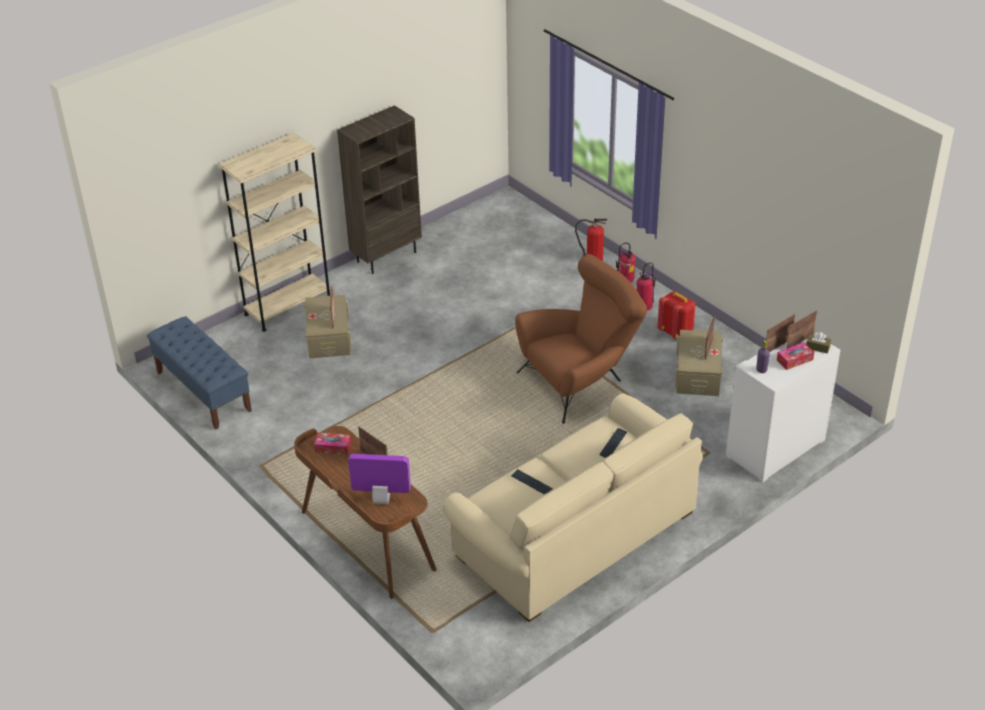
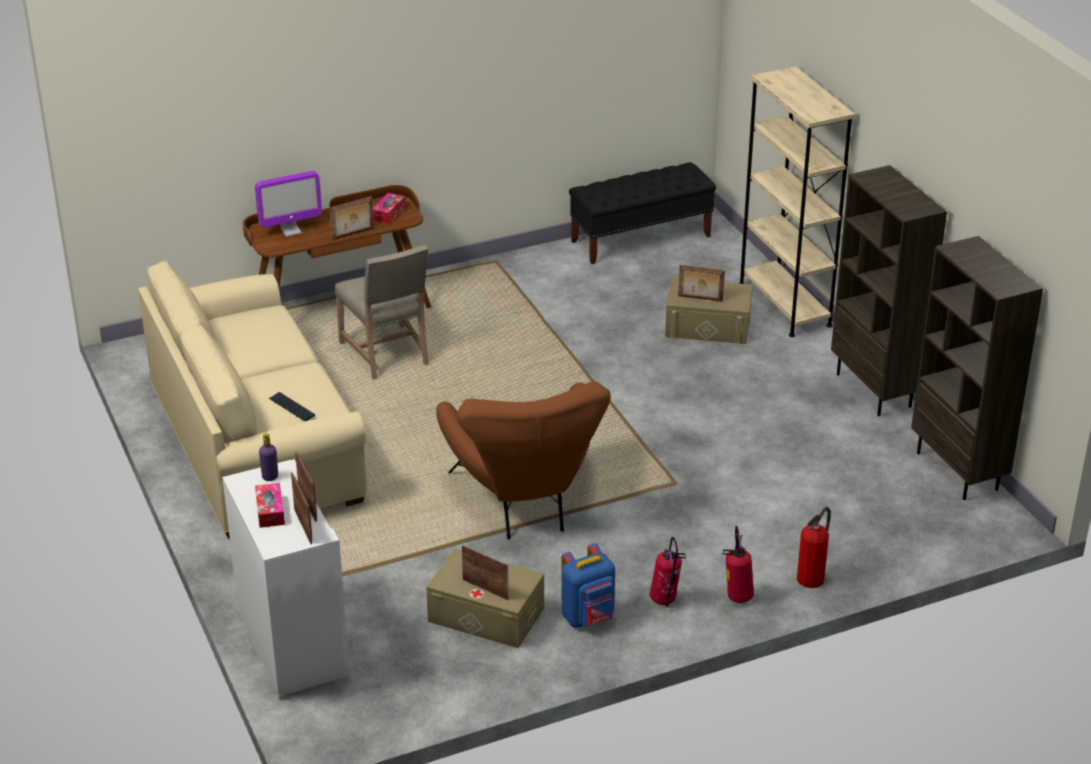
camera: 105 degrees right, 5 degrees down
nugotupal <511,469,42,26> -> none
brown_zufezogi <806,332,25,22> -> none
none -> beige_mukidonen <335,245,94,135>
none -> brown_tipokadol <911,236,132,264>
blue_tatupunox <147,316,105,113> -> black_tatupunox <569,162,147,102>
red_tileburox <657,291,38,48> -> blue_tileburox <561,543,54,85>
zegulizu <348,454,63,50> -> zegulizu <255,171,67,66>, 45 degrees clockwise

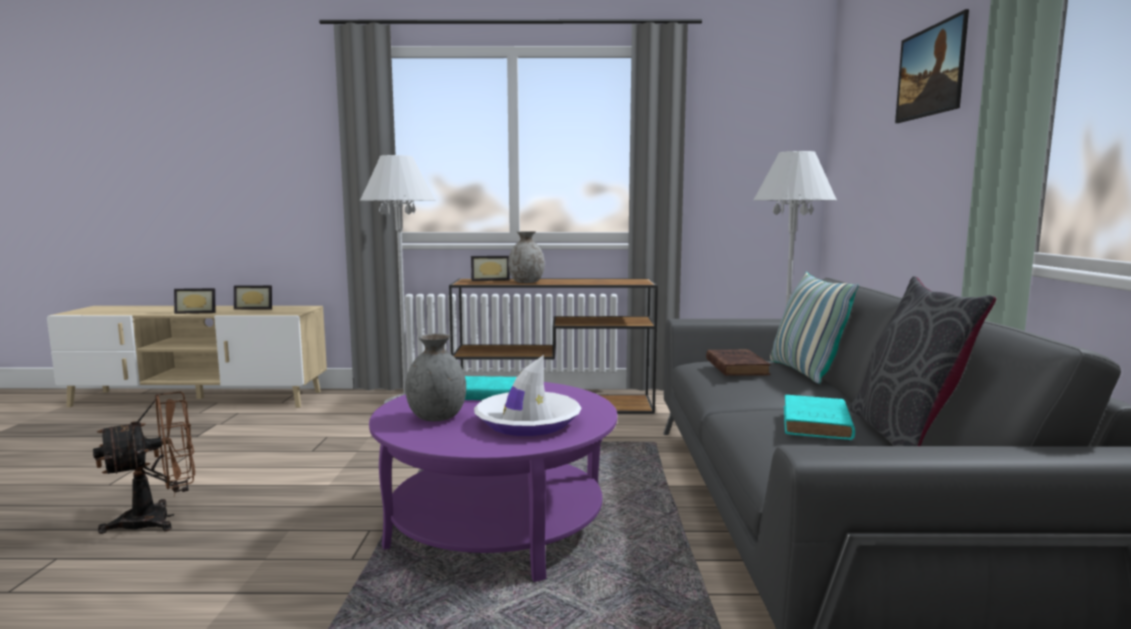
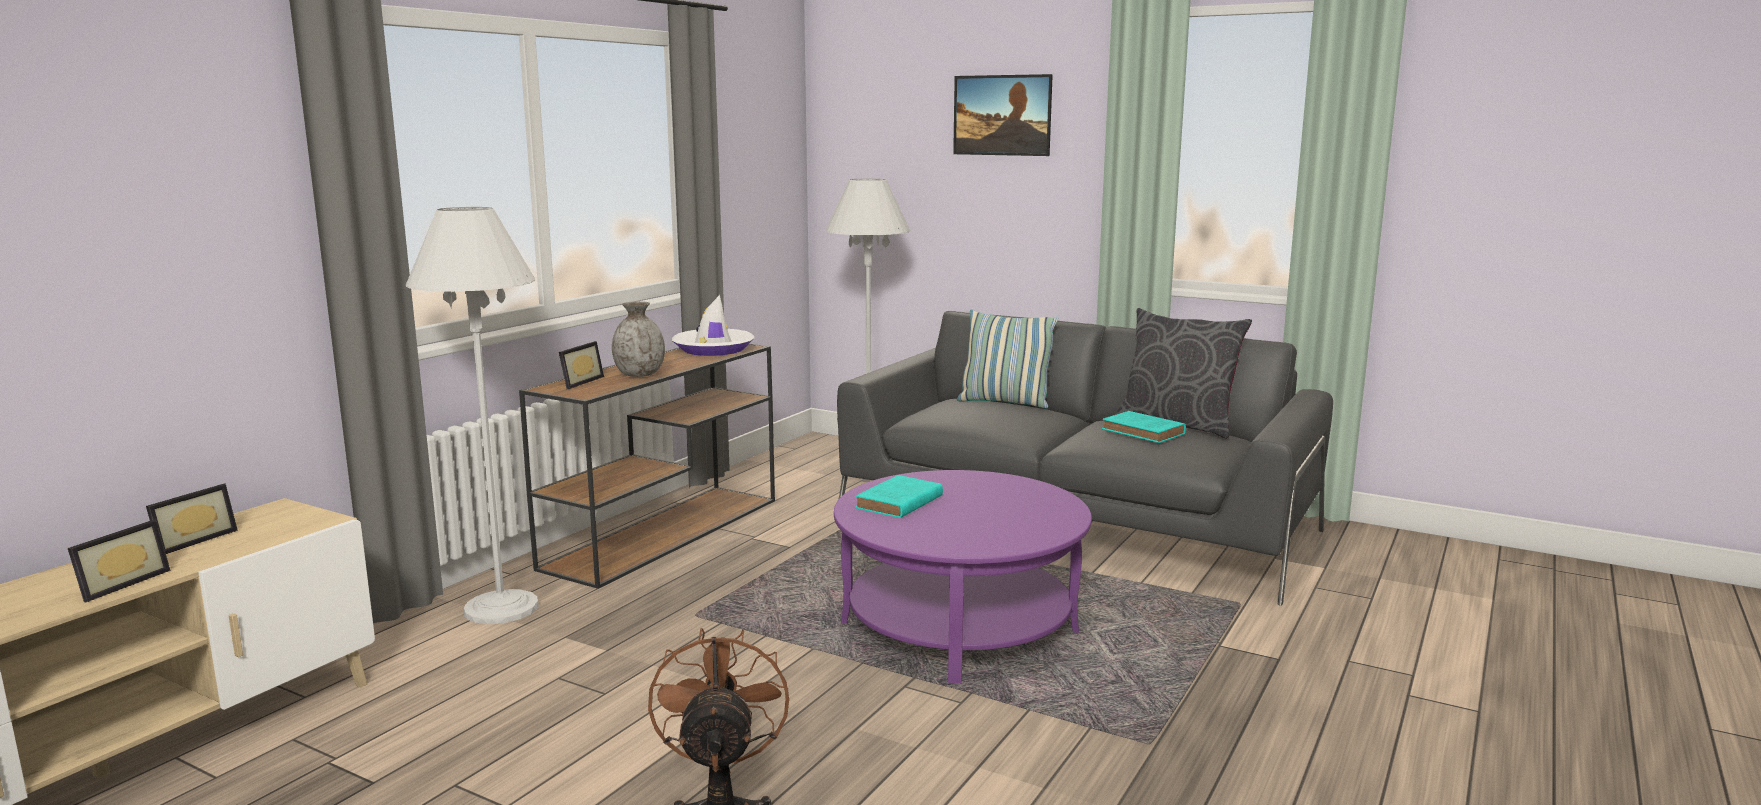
camera: 60 degrees left, 5 degrees up
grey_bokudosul <405,334,61,87> -> none
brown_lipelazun <706,349,65,27> -> none
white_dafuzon <474,355,108,81> -> white_dafuzon <672,295,82,61>, moved

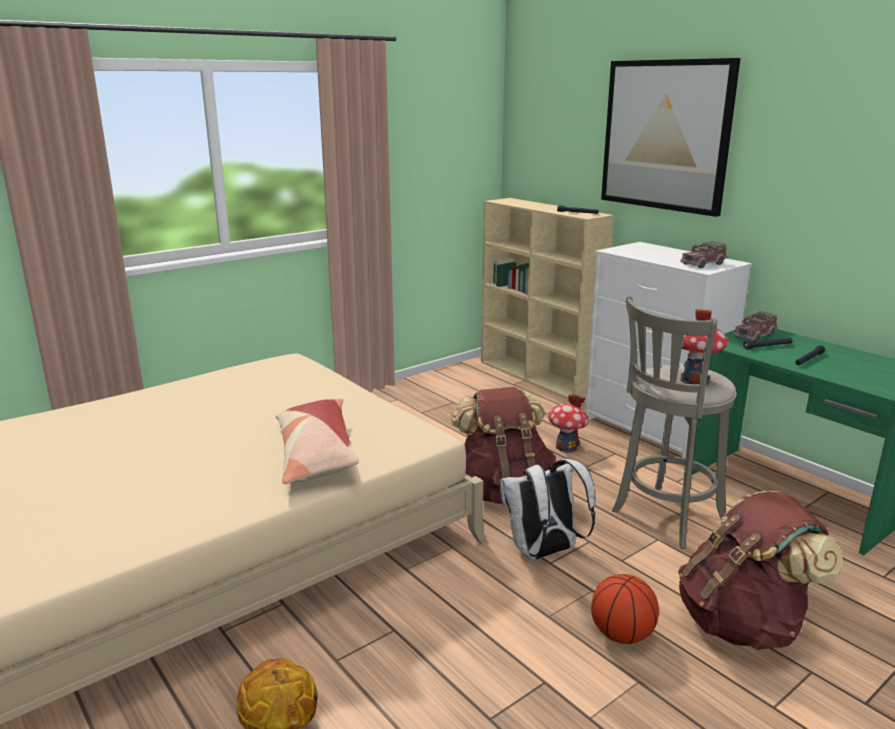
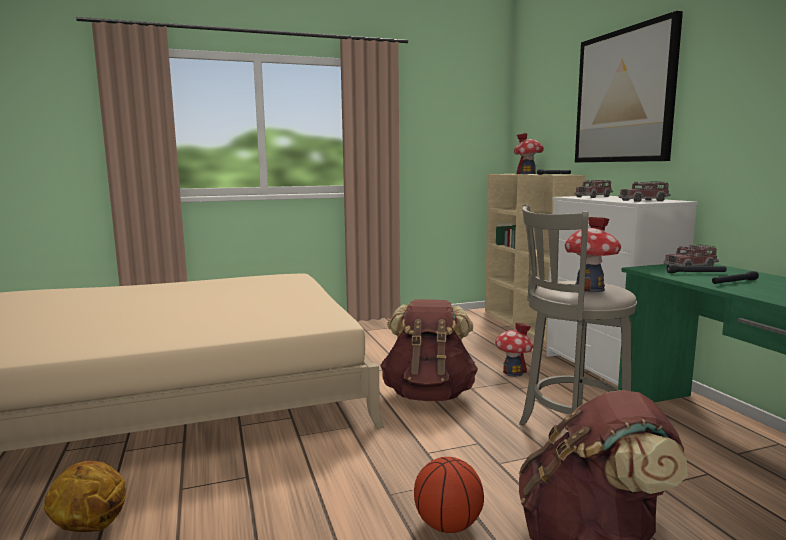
camera: 20 degrees right, 10 degrees down
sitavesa <276,399,83,85> -> none
white_tileburox <500,459,95,101> -> none
none -> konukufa <514,133,30,41>
none -> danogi <574,180,39,18>

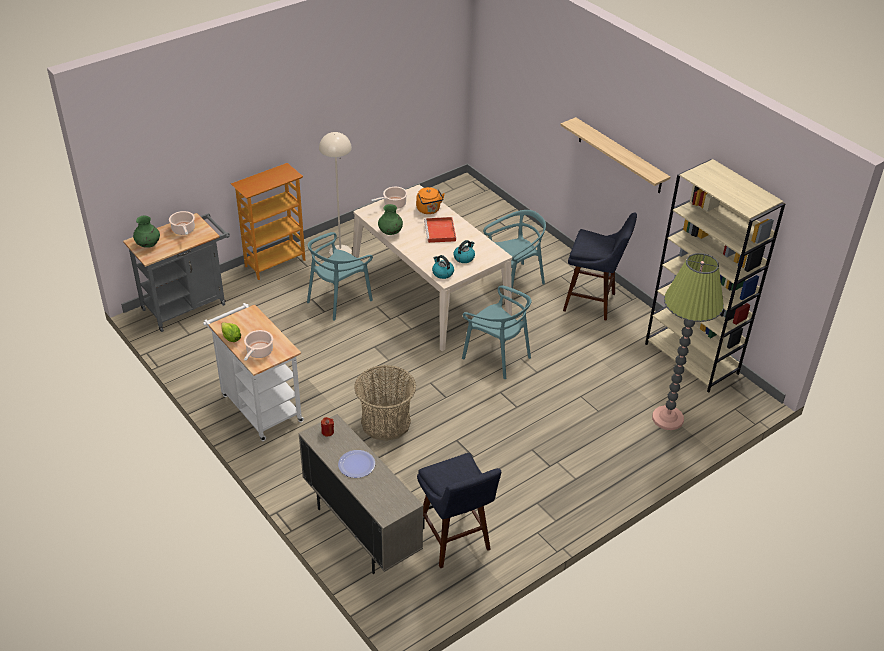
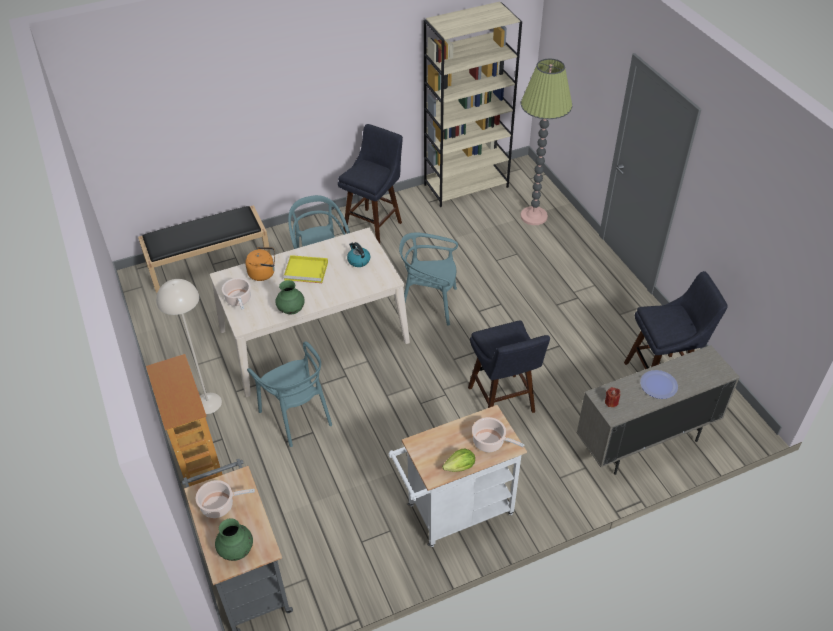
camera: 75 degrees left, 5 degrees up
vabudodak <432,255,22,24> -> none
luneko <560,117,110,77> -> none
none -> black_tatupunox <138,205,133,88>
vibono <354,365,62,76> -> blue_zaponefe <468,320,82,93>
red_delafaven <424,217,32,26> -> yellow_delafaven <283,255,45,28>
turquoise_mukidonen <462,285,69,94> -> turquoise_mukidonen <399,233,59,93>, 135 degrees counterclockwise

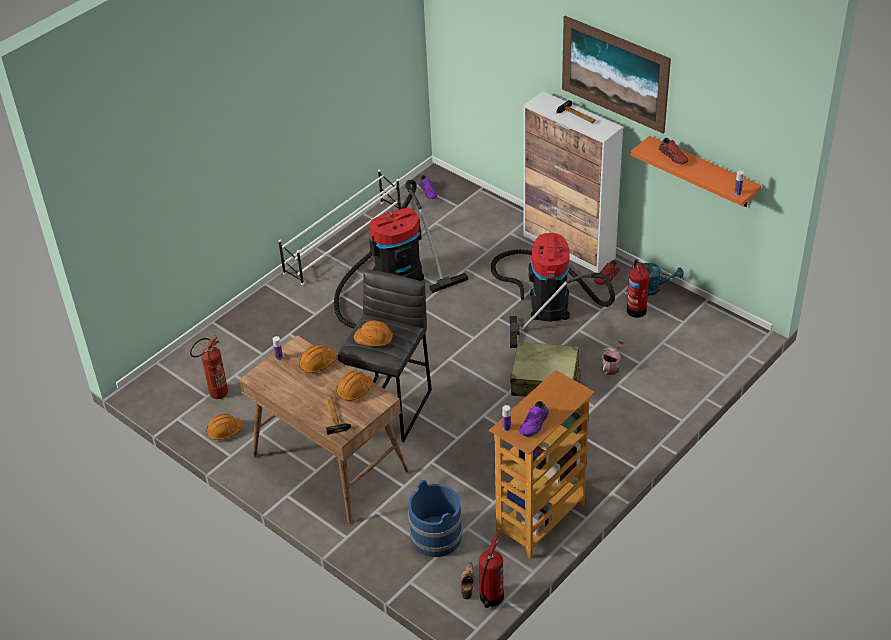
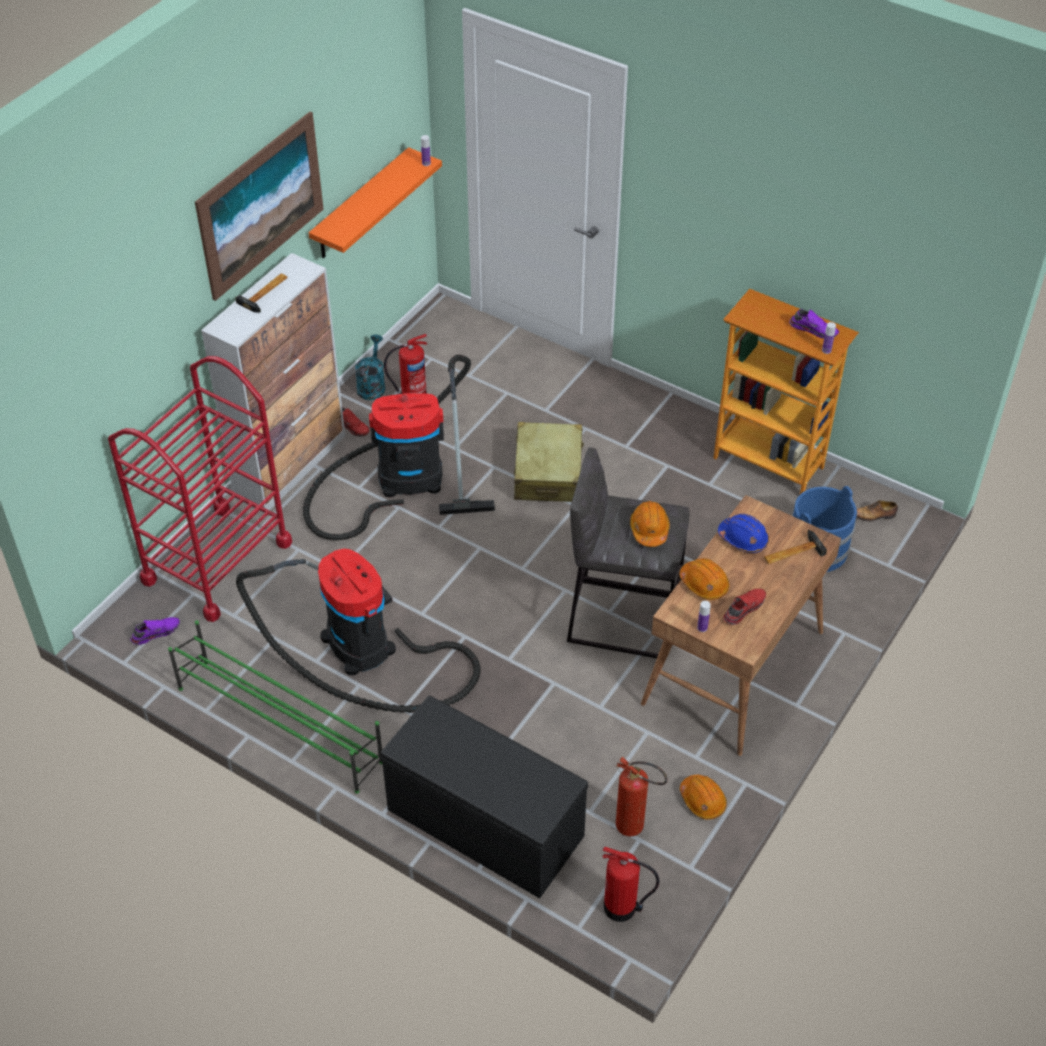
camera: 100 degrees left, 5 degrees up
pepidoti <601,339,24,36> -> none
none -> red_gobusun <108,356,184,266>
none -> black_tatupunox <381,695,207,204>
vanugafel <479,536,25,72> -> vanugafel <603,847,57,75>, moved
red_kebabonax <659,138,29,26> -> red_kebabonax <723,589,43,36>, moved
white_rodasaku <278,169,123,116> -> green_rodasaku <168,620,215,174>
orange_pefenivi <336,370,38,31> -> blue_pefenivi <718,514,51,39>

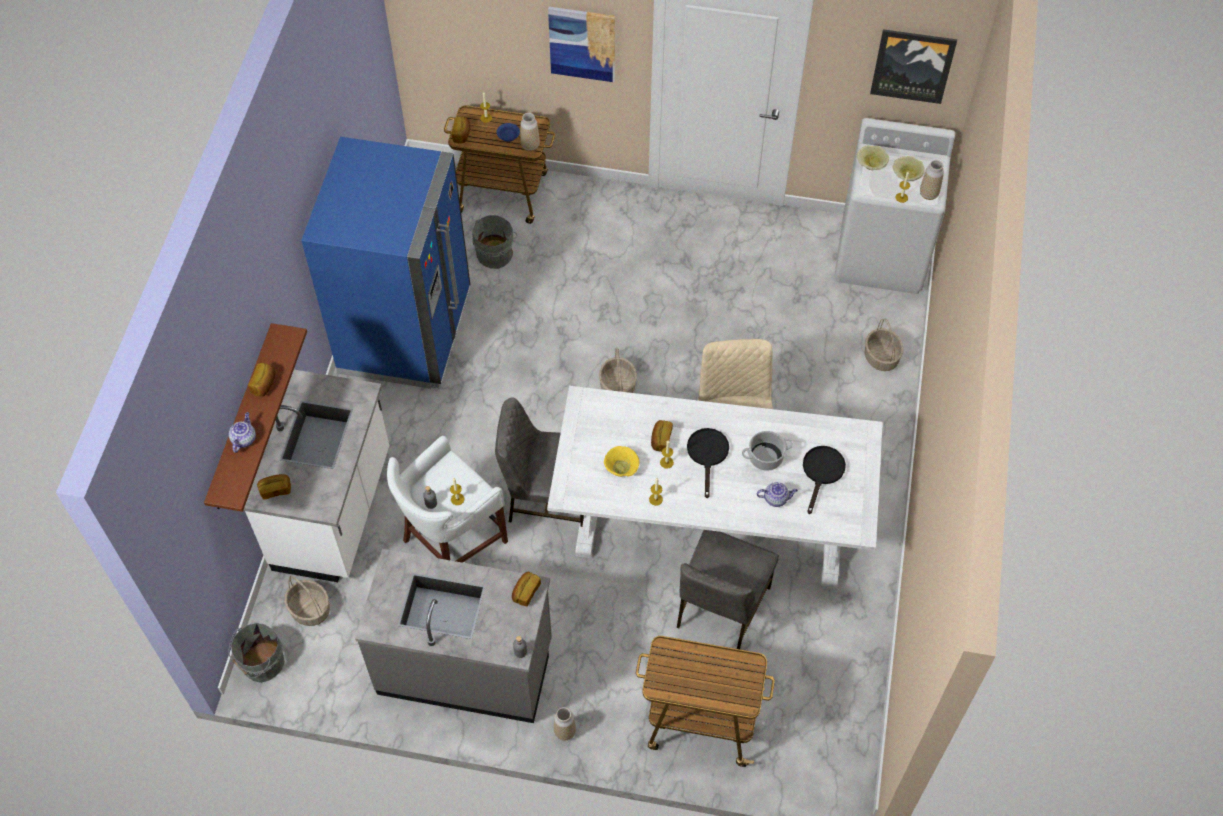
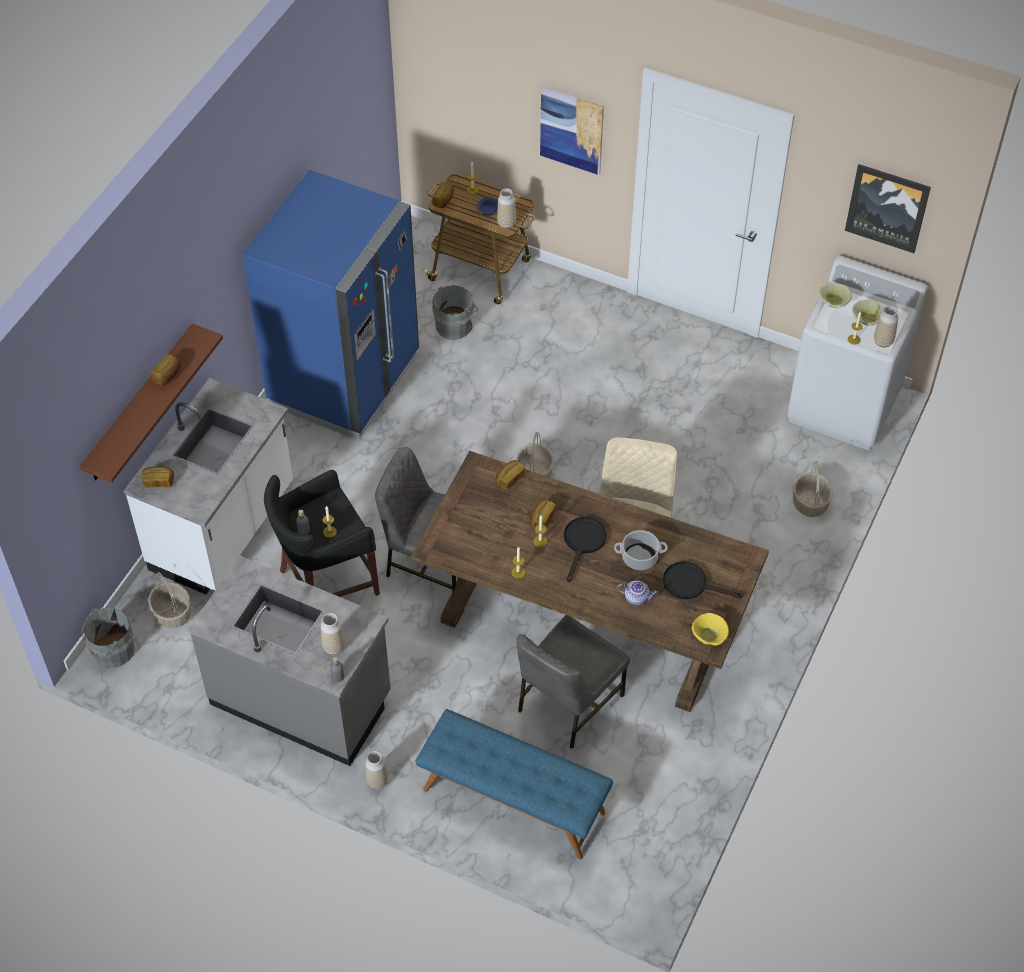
camera: 15 degrees right, 5 degrees down
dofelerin <229,412,27,41> -> none
none -> bokudosul <321,613,24,42>
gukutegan <512,572,29,34> -> gukutegan <496,460,29,30>, moved
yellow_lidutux <604,446,36,31> -> yellow_lidutux <692,613,37,33>, moved
gobusun <636,636,139,131> -> blue_tatupunox <416,709,197,151>
white_zaponefe <387,436,121,127> -> black_zaponefe <264,470,116,127>
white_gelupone <547,386,336,203> -> brown_gelupone <411,451,358,261>
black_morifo <803,446,43,68> -> black_morifo <663,561,80,38>, 105 degrees counterclockwise

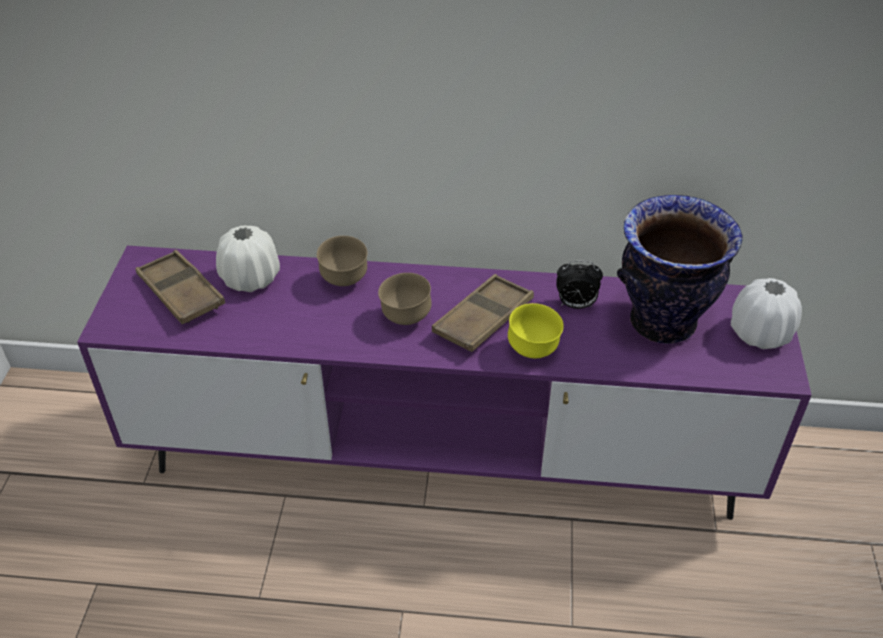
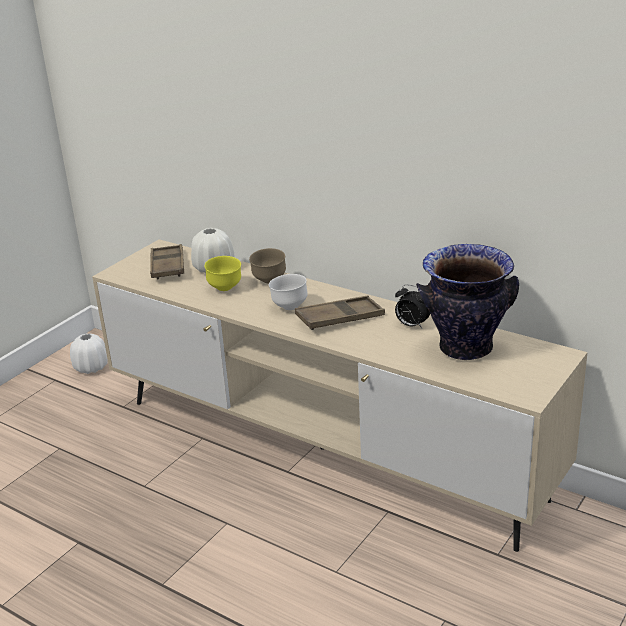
camera: 30 degrees right, 15 degrees down
yellow_lidutux <508,303,56,55> -> yellow_lidutux <205,256,36,35>, moved
white_bokudosul <731,278,71,71> -> white_bokudosul <70,333,38,41>, moved
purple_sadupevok <77,246,735,274> -> beige_sadupevok <92,239,496,313>
brown_lidutux <378,273,54,52> -> white_lidutux <269,274,39,36>

